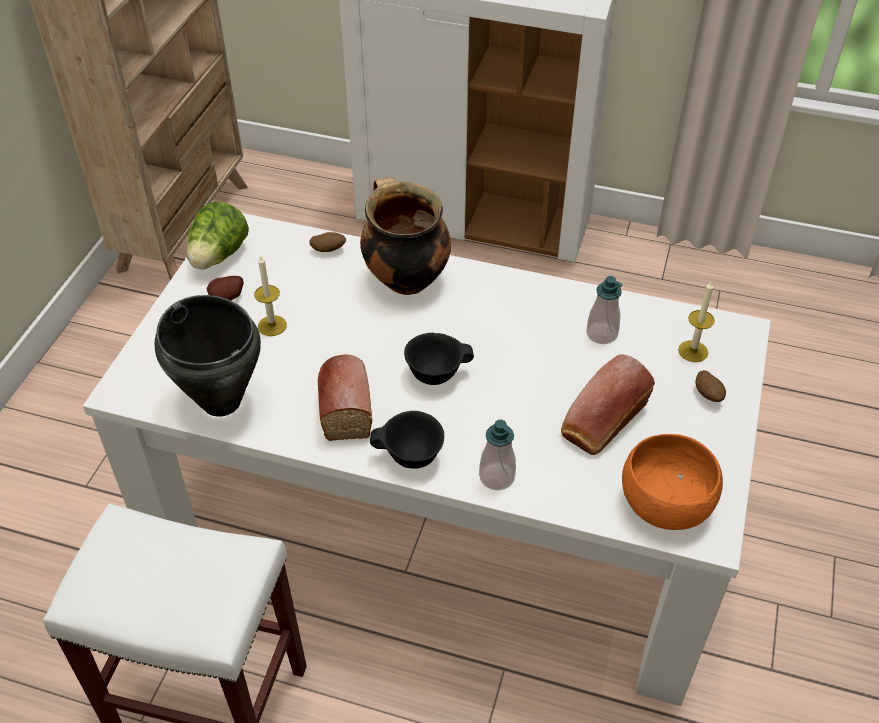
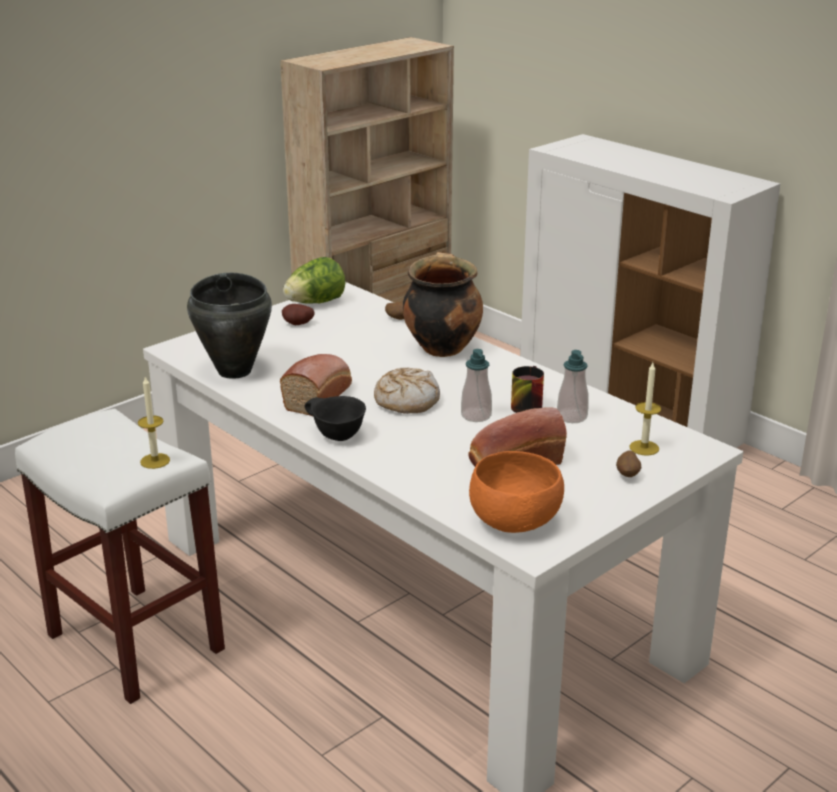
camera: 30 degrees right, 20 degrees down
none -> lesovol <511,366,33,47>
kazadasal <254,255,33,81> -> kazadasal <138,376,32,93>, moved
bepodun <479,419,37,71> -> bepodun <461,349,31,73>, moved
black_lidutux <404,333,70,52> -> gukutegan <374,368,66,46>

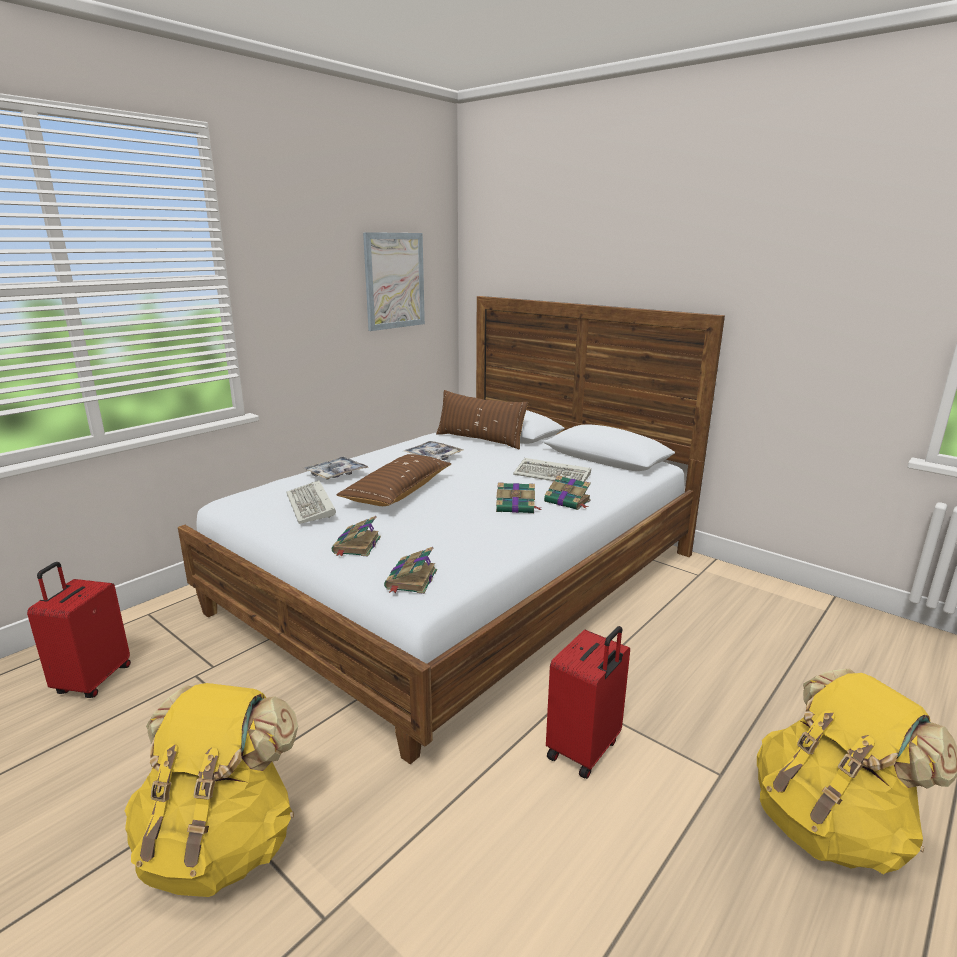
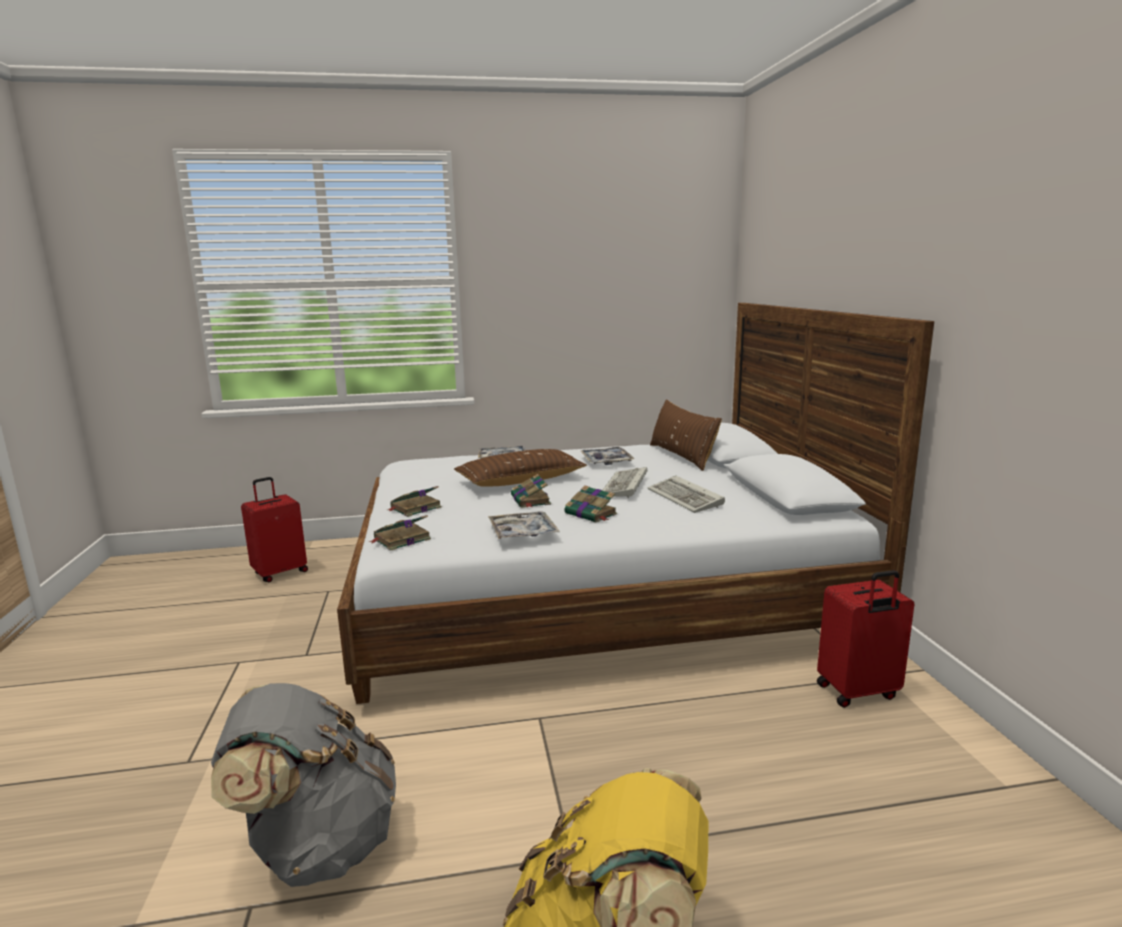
camera: 40 degrees right, 5 degrees down
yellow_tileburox <124,683,174,214> -> none
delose <363,232,62,99> -> none
none -> grey_tileburox <211,683,185,204>
none -> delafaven <488,511,72,28>
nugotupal <286,480,50,44> -> nugotupal <602,467,45,31>, moved
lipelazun <544,475,47,35> -> lipelazun <511,474,40,34>, moved
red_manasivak <546,626,84,153> -> red_manasivak <817,570,97,138>, moved

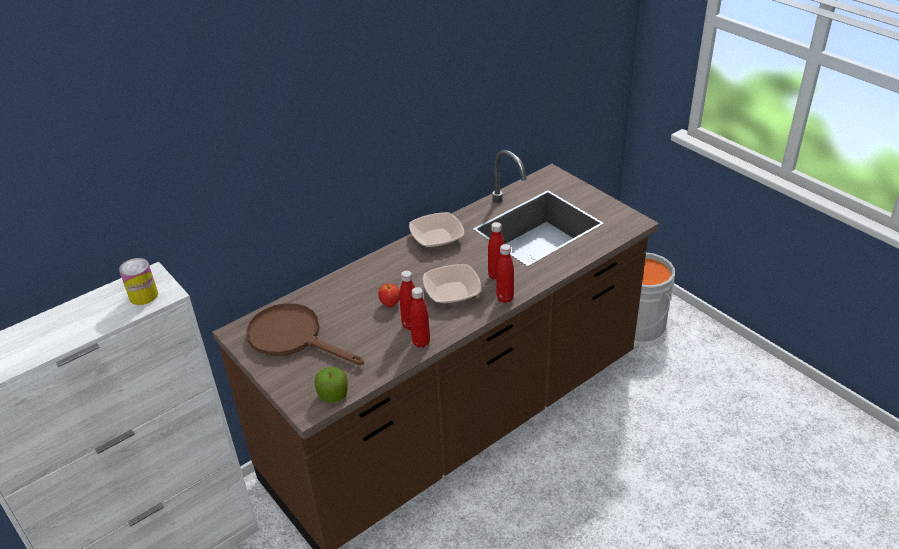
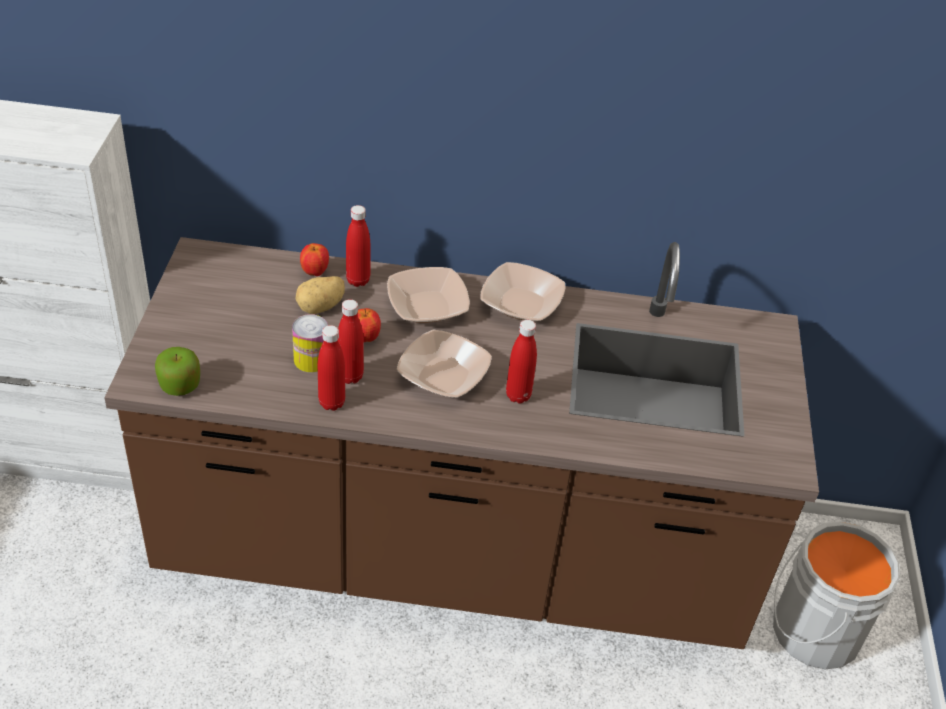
camera: 40 degrees right, 5 degrees up
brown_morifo <246,303,118,62> -> none
none -> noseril <296,276,49,38>
none -> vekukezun <300,243,29,33>
none -> lidutux <387,267,83,56>
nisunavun <119,258,39,47> -> nisunavun <292,314,36,58>, moved
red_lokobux <496,244,18,59> -> red_lokobux <346,205,24,82>, moved

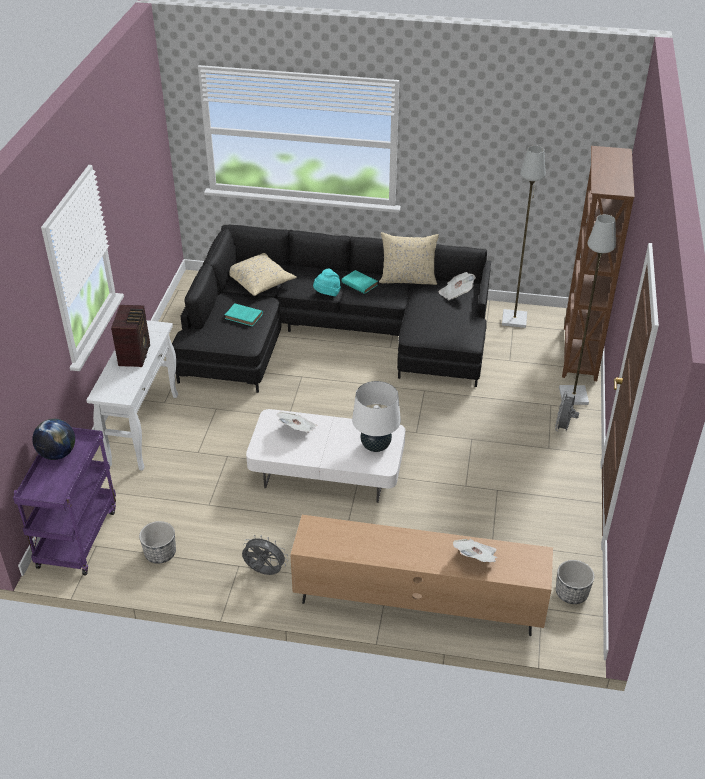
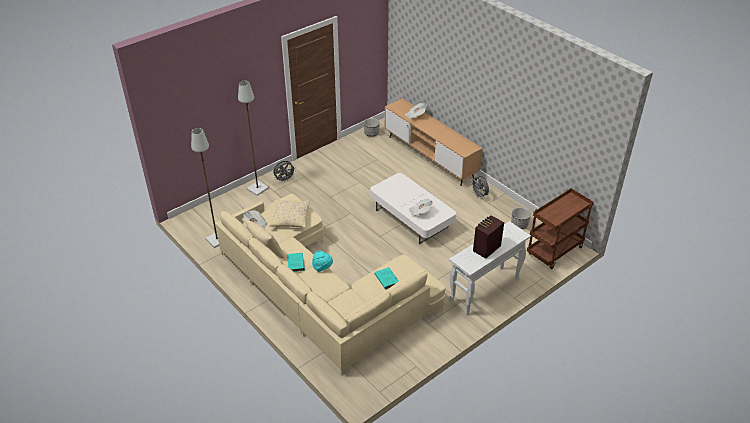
camera: 140 degrees left, 0 degrees up
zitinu <32,419,43,41> -> none
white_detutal <352,381,49,71> -> none
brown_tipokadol <562,146,73,235> -> none
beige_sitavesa <229,253,68,43> -> beige_sitavesa <269,200,41,28>, moved
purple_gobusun <13,427,103,148> -> brown_gobusun <527,188,67,81>
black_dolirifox <172,225,319,168> -> beige_dolirifox <215,194,231,182>

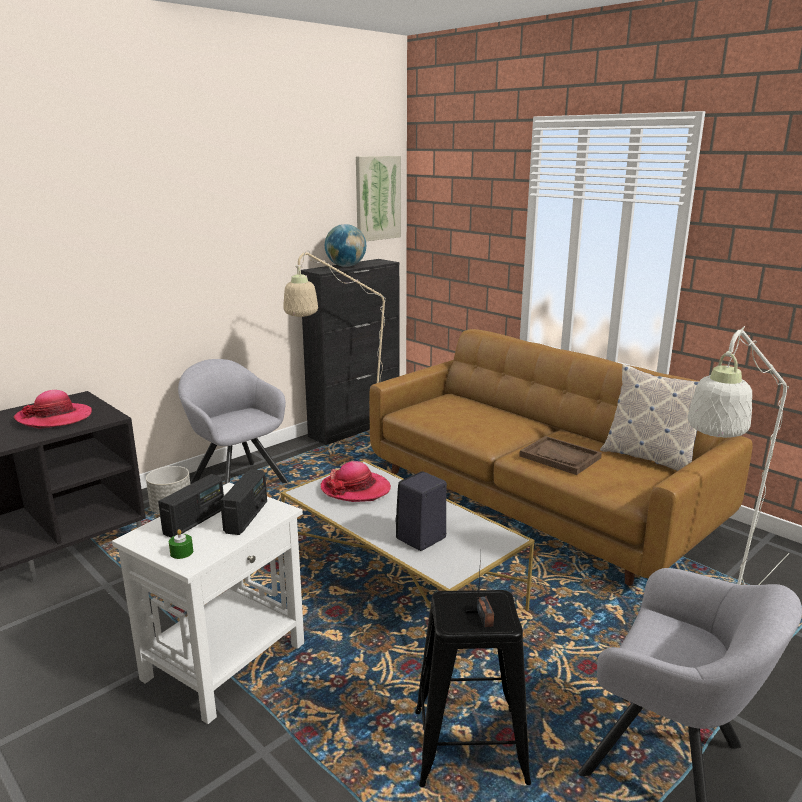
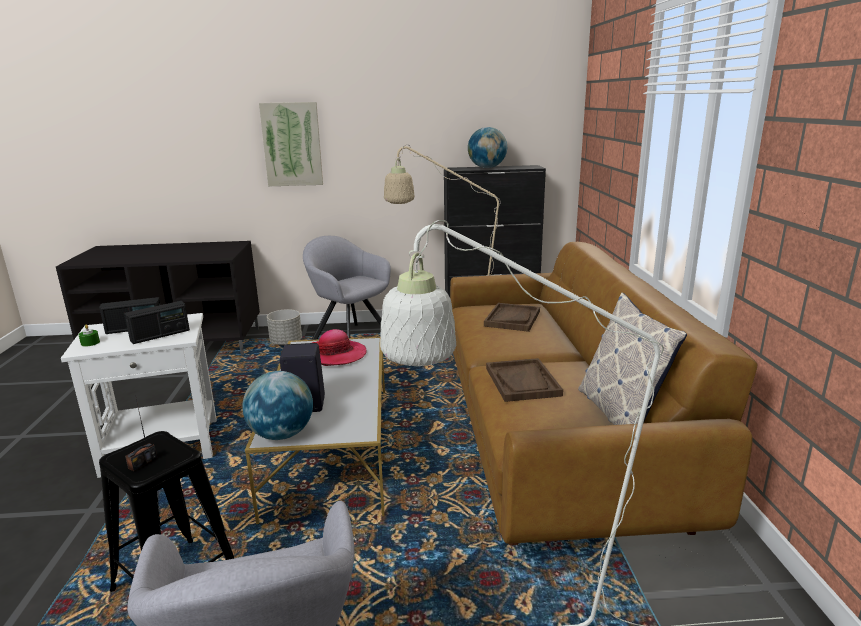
camera: 40 degrees right, 0 degrees up
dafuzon <13,390,79,39> -> none
none -> zitinu <242,371,71,69>
none -> brown_delafaven <484,303,56,29>
delose <356,156,45,85> -> delose <259,102,64,84>, moved
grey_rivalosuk <178,359,111,125> -> grey_rivalosuk <303,236,88,104>, 45 degrees counterclockwise

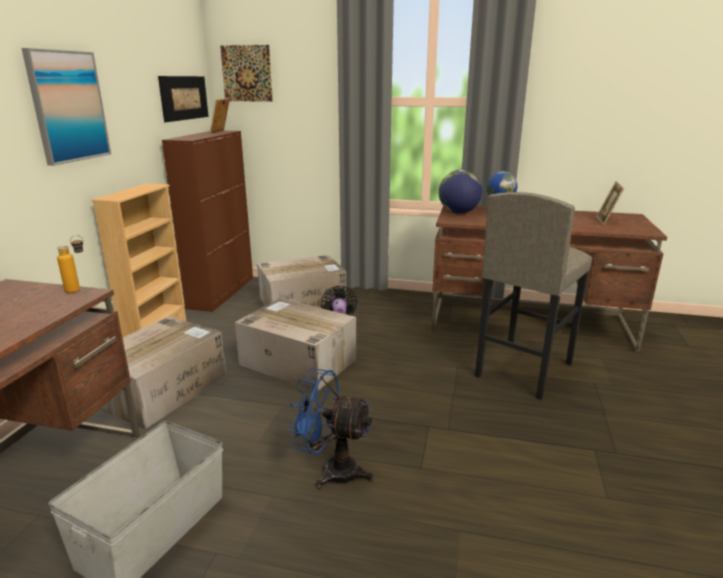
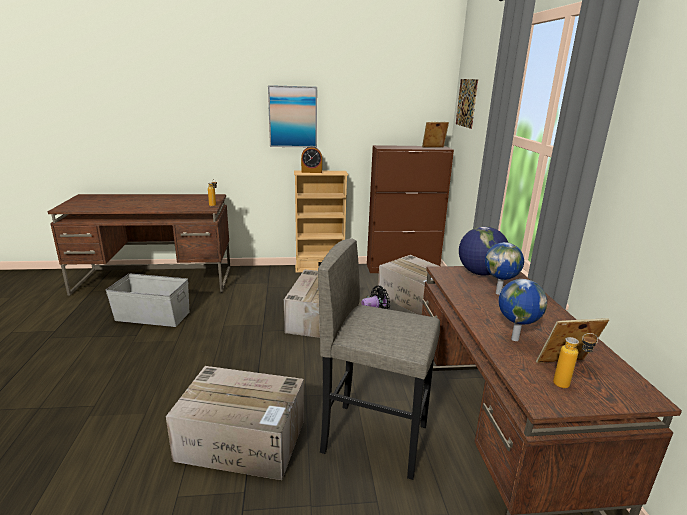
camera: 70 degrees right, 0 degrees up
delose <158,76,51,46> -> none
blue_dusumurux <287,368,86,121> -> none
none -> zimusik <301,146,21,27>
none -> zitinu <498,279,49,62>
none -> lokobux <553,333,45,55>
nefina <100,316,126,113> -> nefina <166,366,138,114>, moved

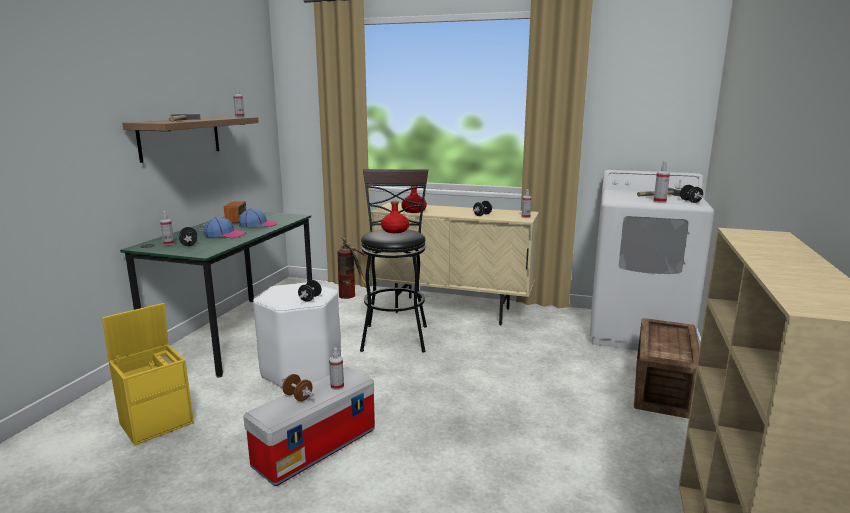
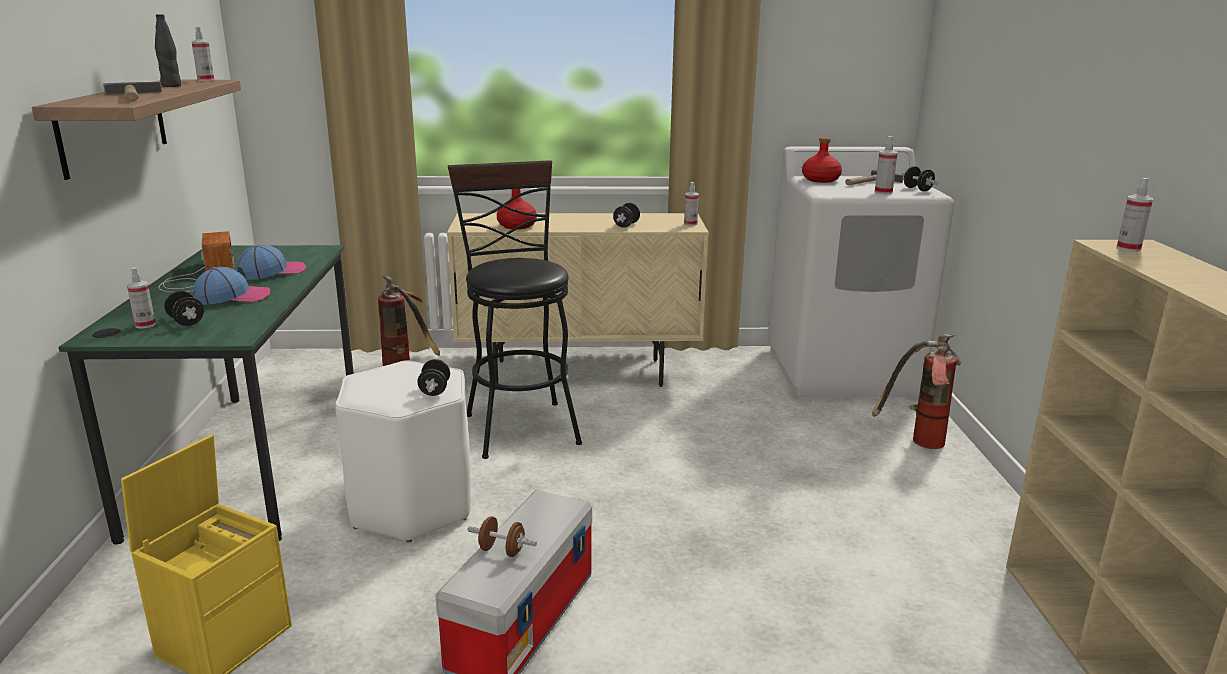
camera: 20 degrees left, 5 degrees up
none -> black_lokobux <155,14,26,73>
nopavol <329,348,15,42> -> nopavol <1117,178,36,74>, moved
red_lokobux <381,201,28,32> -> red_lokobux <802,137,40,46>, moved
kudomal <634,318,65,101> -> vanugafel <872,334,89,115>

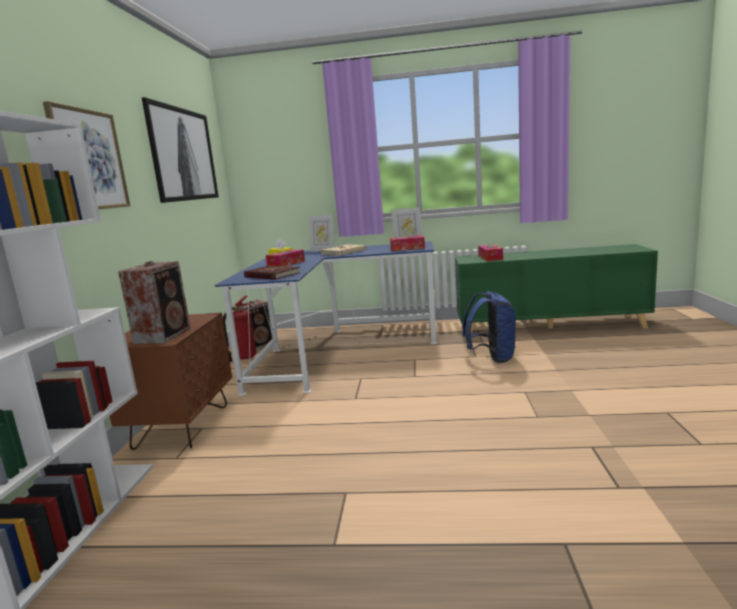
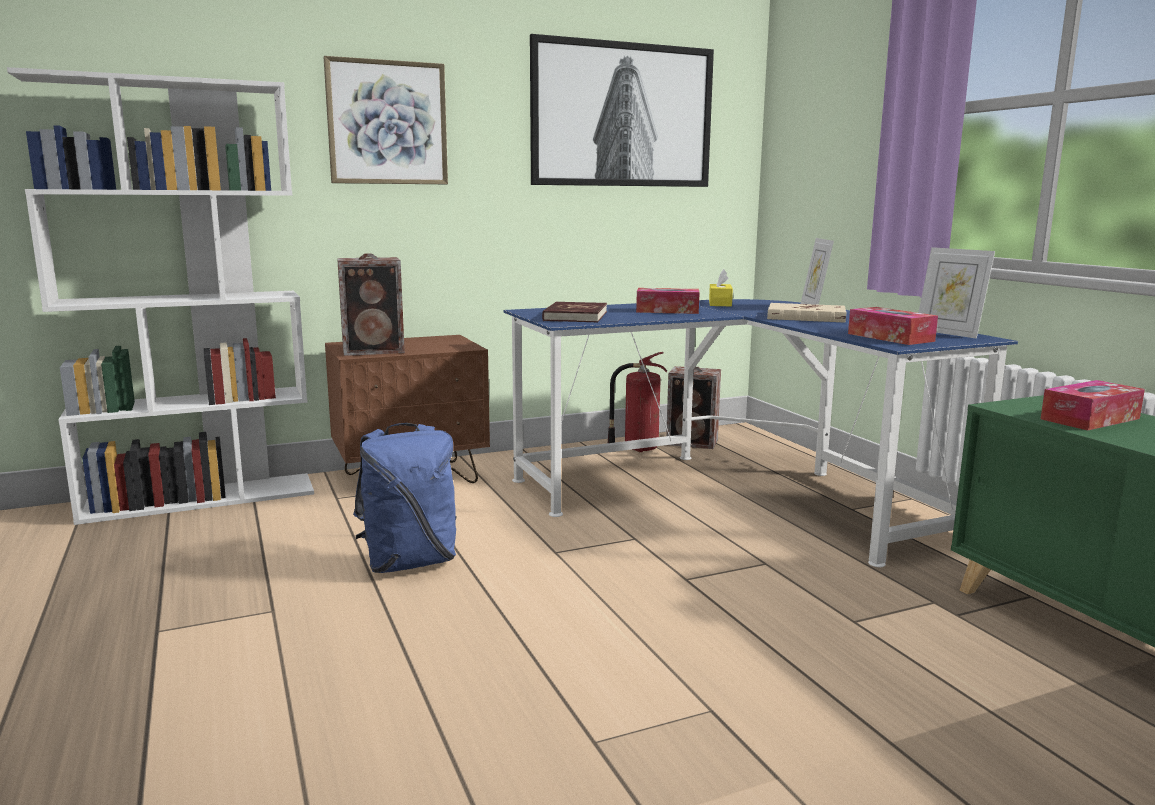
camera: 60 degrees right, 0 degrees up
blue_tileburox <462,291,54,72> -> blue_tileburox <353,423,104,150>, moved

